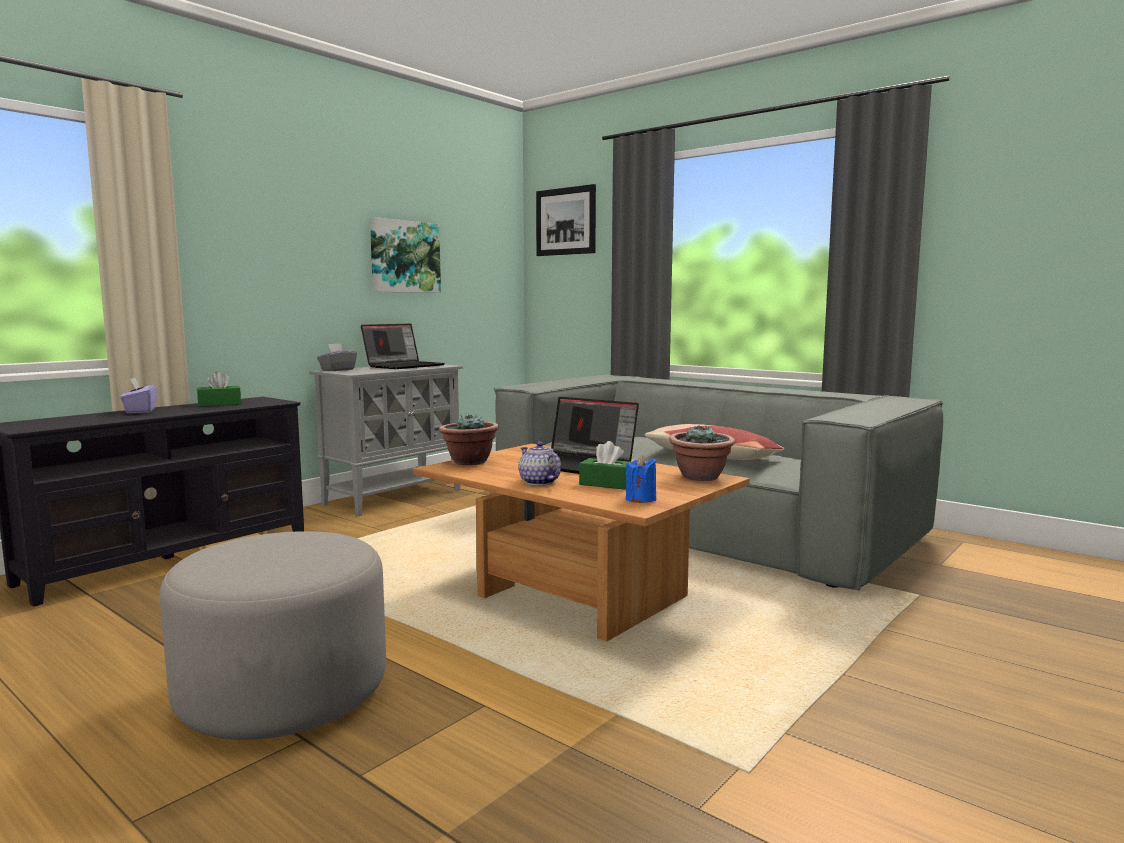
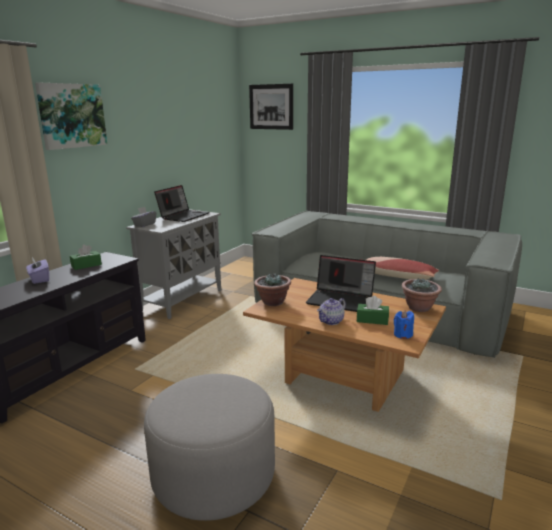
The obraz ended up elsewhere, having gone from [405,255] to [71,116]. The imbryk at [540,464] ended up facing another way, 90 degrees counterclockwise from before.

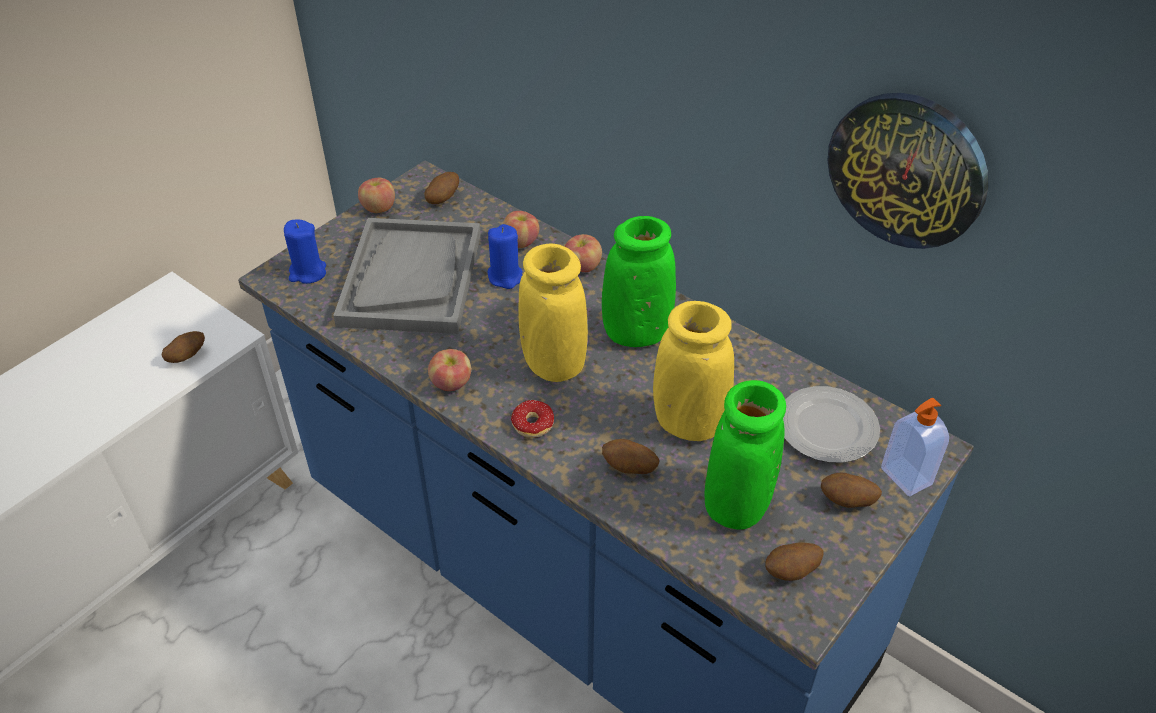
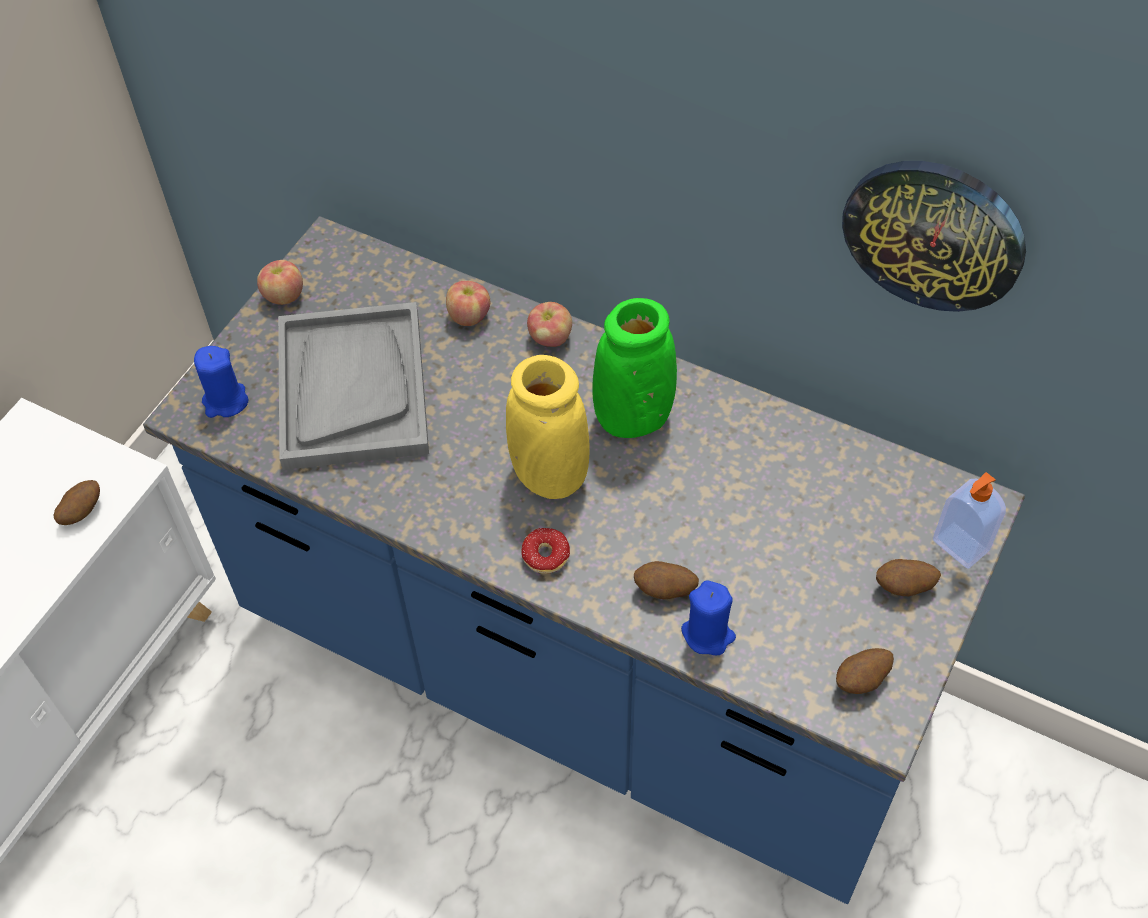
The second view lost the ziemniak at [441,188]. The second view lost the jabłko at [449,370]. The świeca [niebieski] ended up elsewhere, having gone from [505,256] to [708,617]. The second view lost the wazon [żółty] at [693,371]. The second view lost the wazon [zielony] at [745,455]. The second view lost the talerz at [831,424].

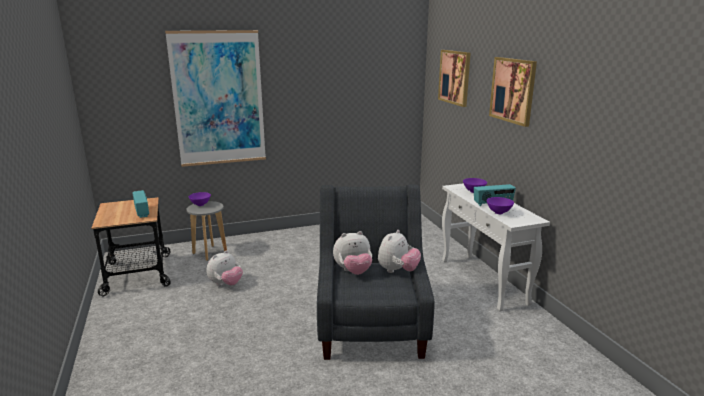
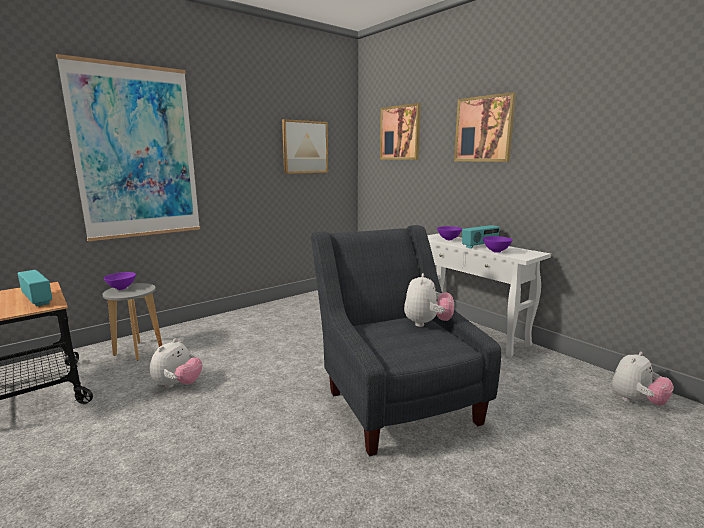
The pluszak ended up elsewhere, having gone from [352,253] to [643,379]. The second view gained the obraz at [305,146].

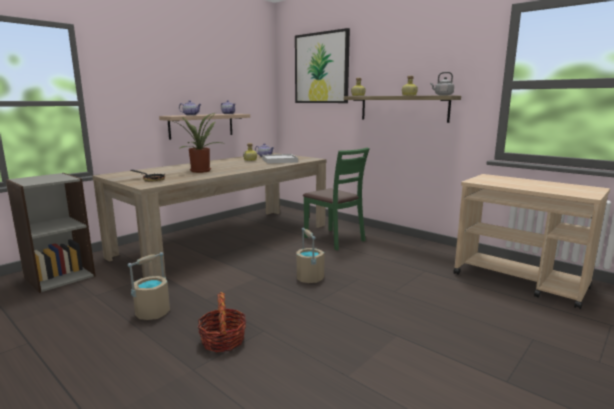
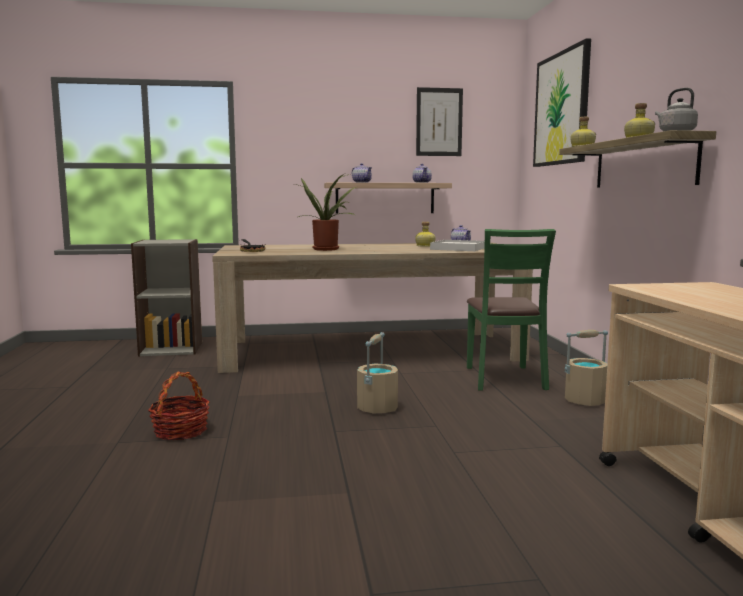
The wiadro [beżowy] ended up elsewhere, having gone from [149,286] to [586,368]. The second view gained the obraz at [439,121].

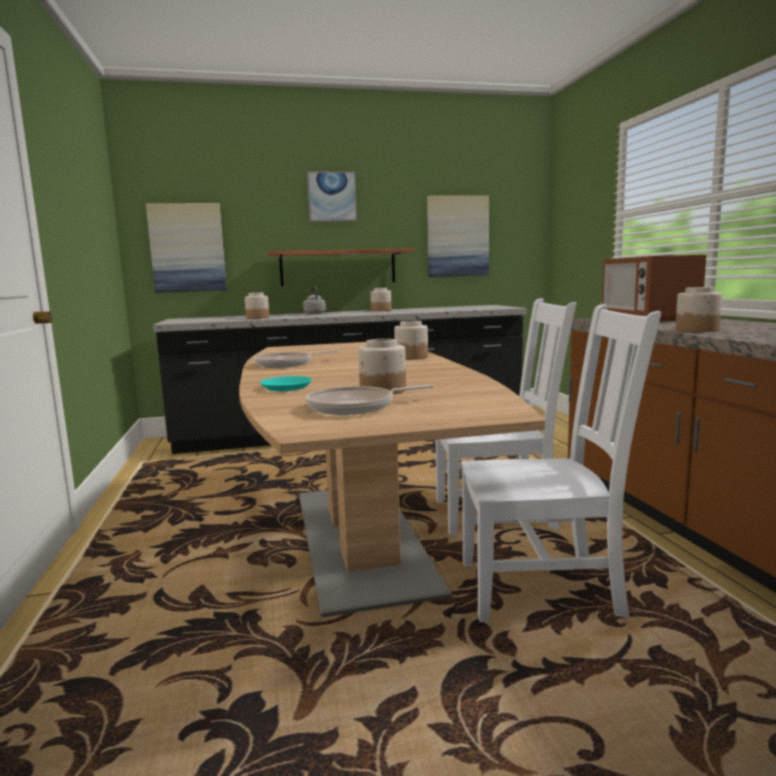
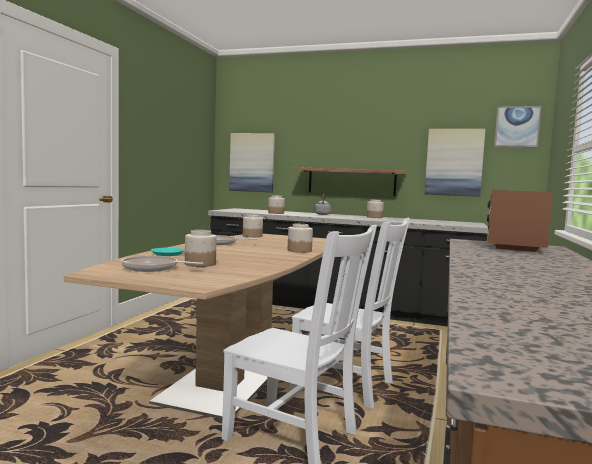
The obraz ended up elsewhere, having gone from [332,196] to [517,126]. The słoik ended up elsewhere, having gone from [698,309] to [253,225].

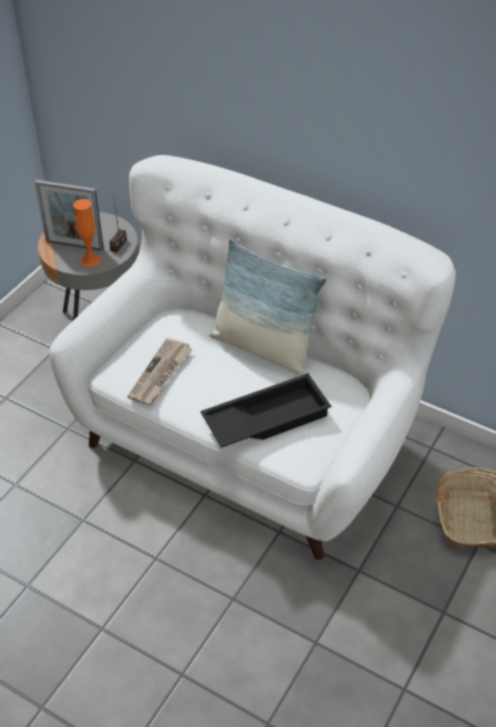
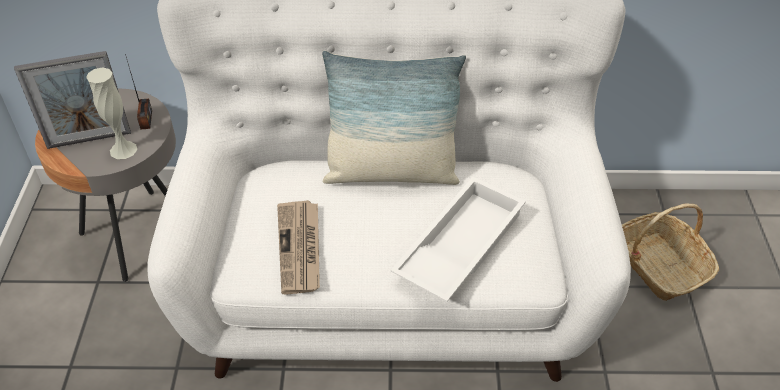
What was the wazon [pomarańczowy] at [87,233] turned into the wazon [biały] at [111,113]. What was the taca [czarny] at [265,410] turned into the taca [biały] at [458,239].

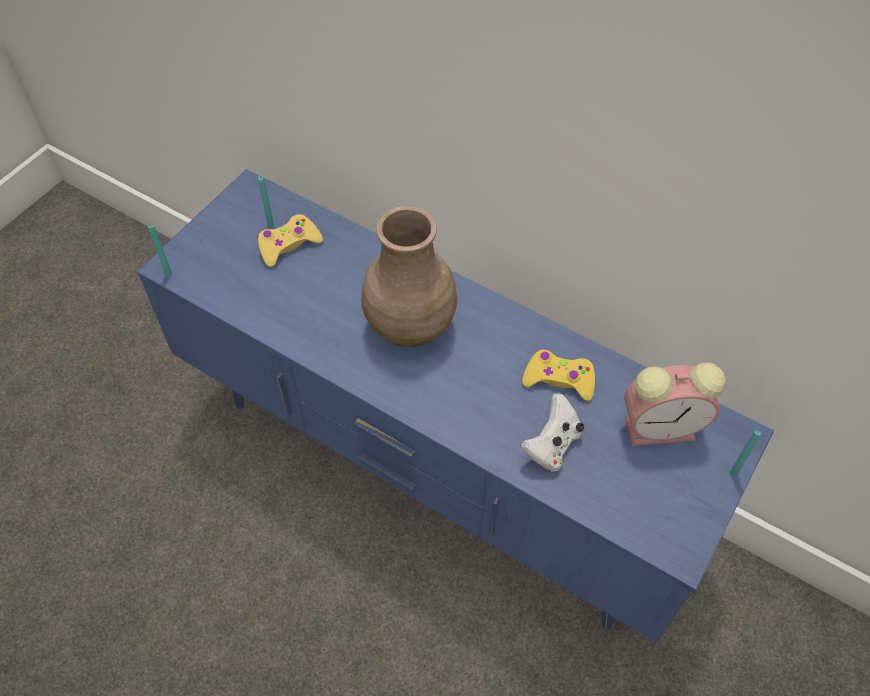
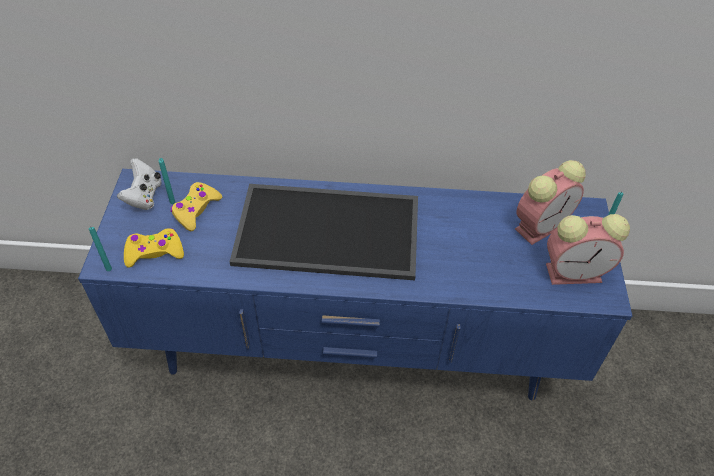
Where the wazon [brązowy] stood at [409,276], the taca came to stand at [324,232]. The pad do gier [biały] ended up elsewhere, having gone from [552,433] to [139,184]. The pad do gier [żółty] ended up elsewhere, having gone from [558,375] to [154,247]. The second view gained the budzik at [588,249].

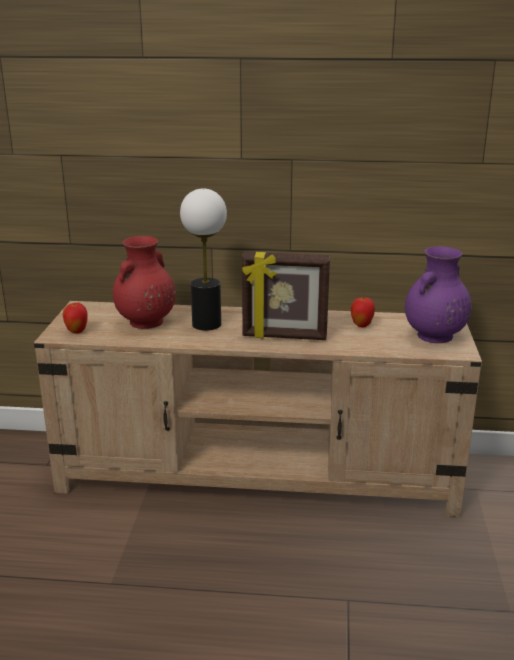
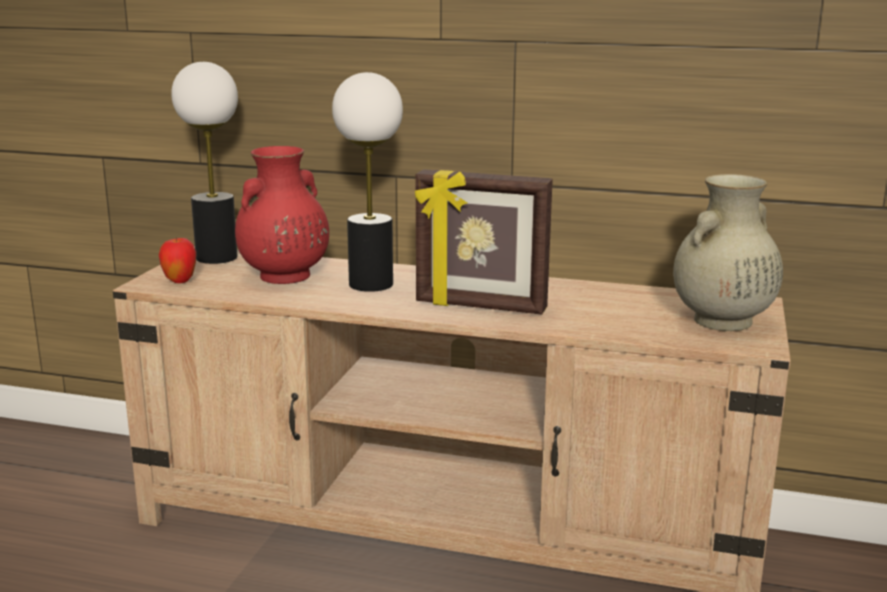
The second view lost the jabłko at [363,312]. What was the wazon [fioletowy] at [438,294] turned into the wazon [beżowy] at [728,252]. The second view gained the lampa stołowa at [204,163].

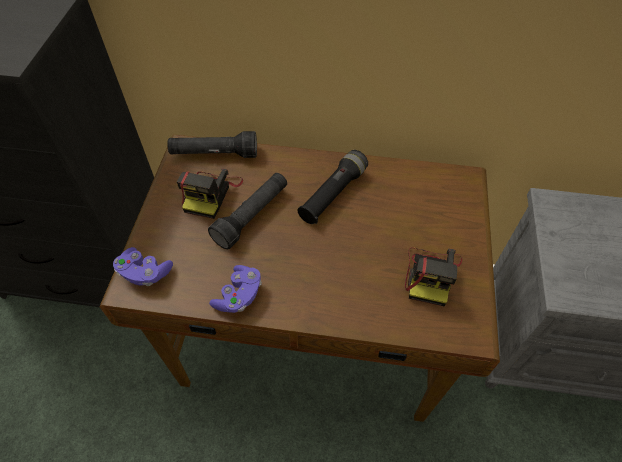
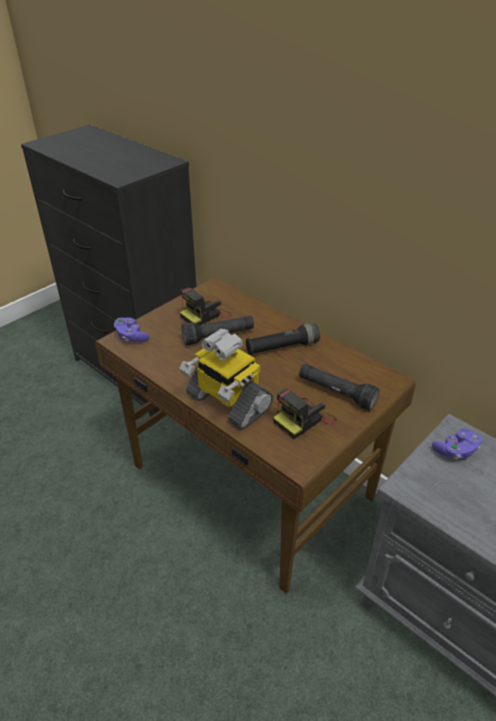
The latarka [czarny] ended up elsewhere, having gone from [212,144] to [339,387]. The pad do gier [fioletowy] ended up elsewhere, having gone from [235,289] to [457,444]. The second view gained the robot zabawkowy at [226,379].

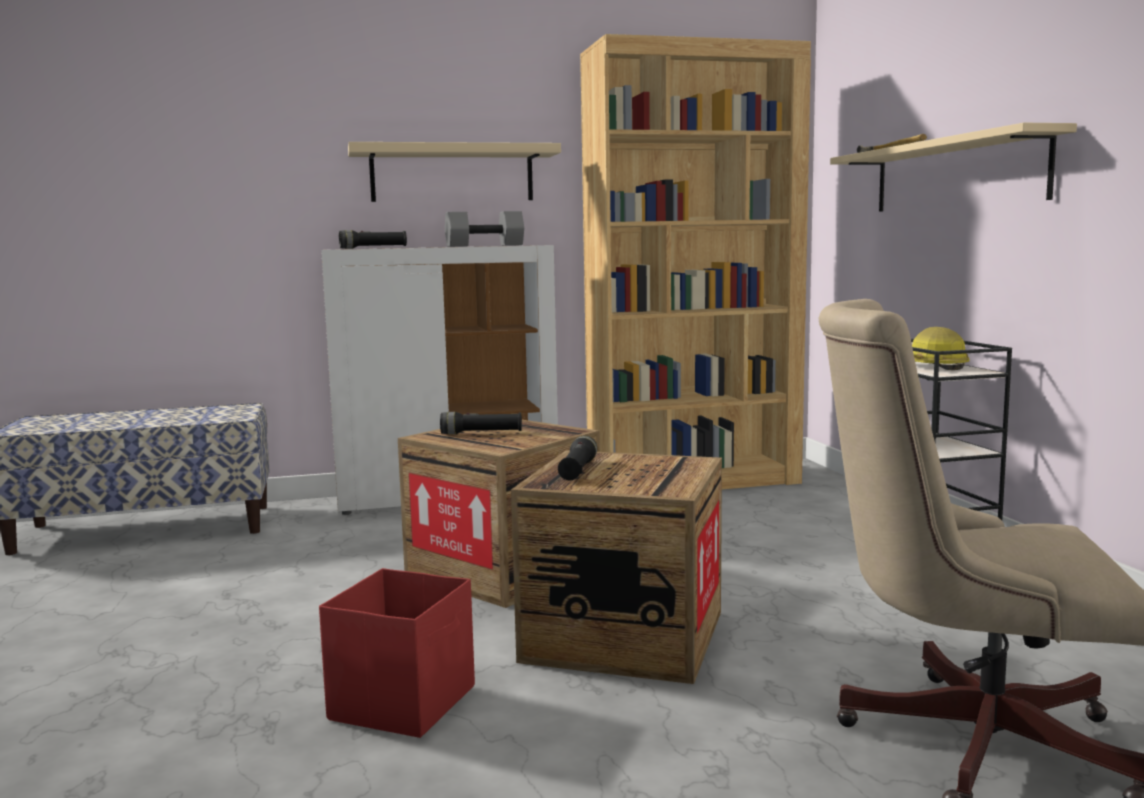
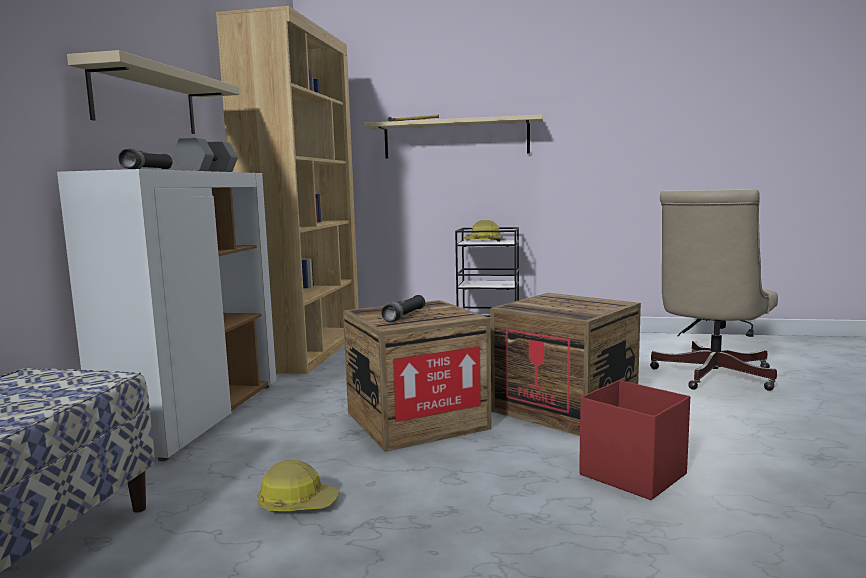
The second view lost the latarka [czarny] at [577,458]. The second view gained the kask at [298,485].

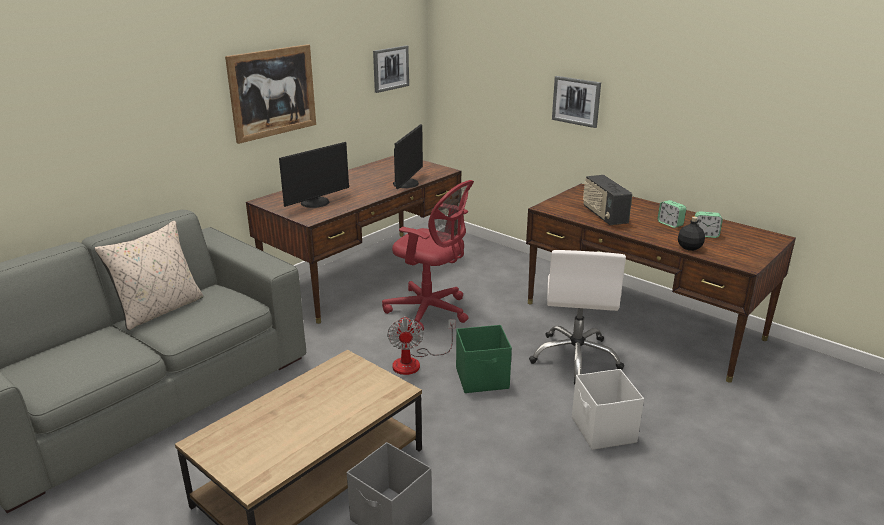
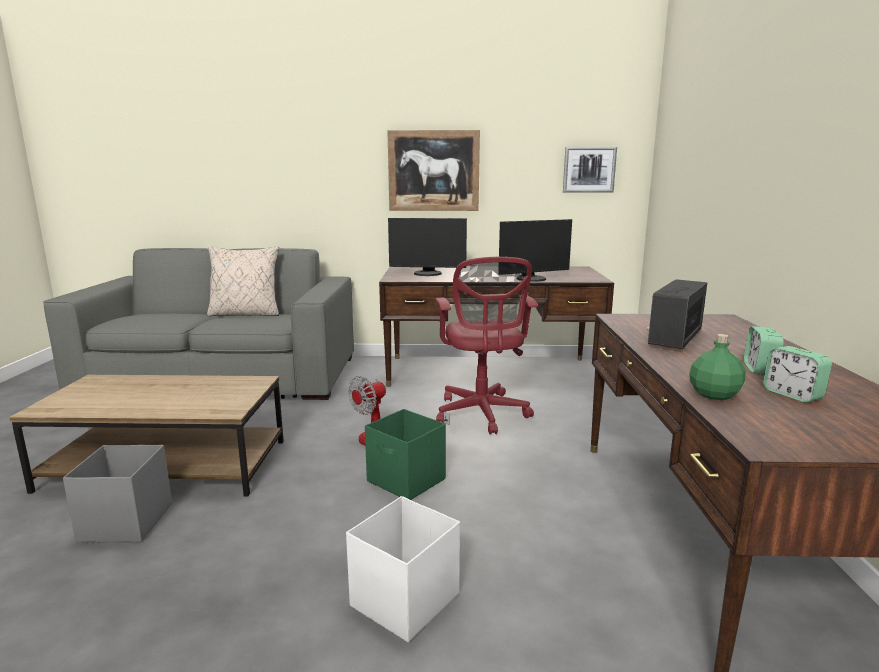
The second view lost the krzesło biurowe [biały] at [577,317]. The second view lost the obraz at [576,102]. What was the butelka [czarny] at [691,234] turned into the butelka [zielony] at [717,367].

